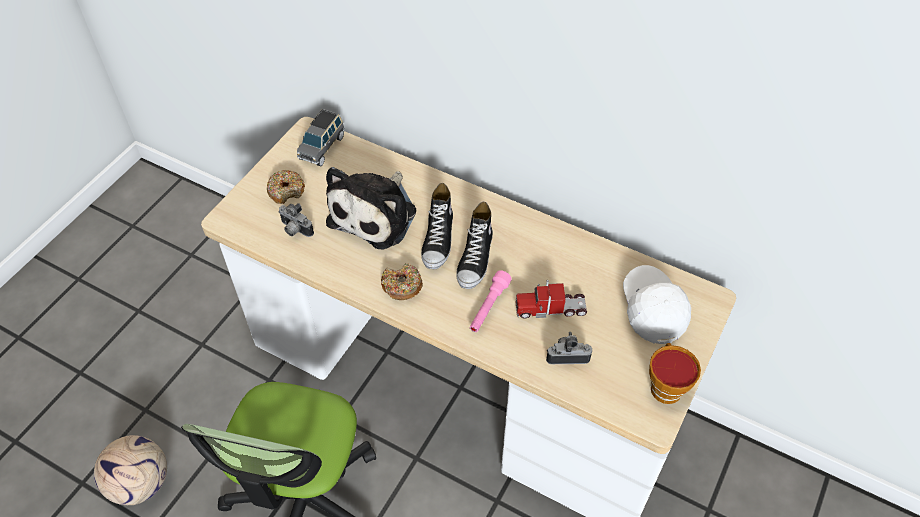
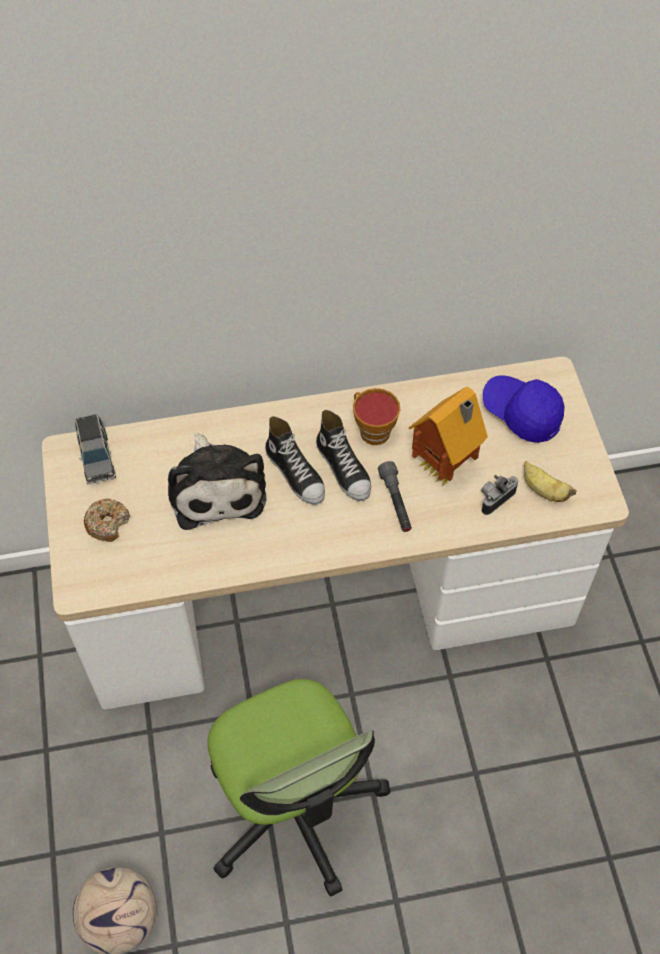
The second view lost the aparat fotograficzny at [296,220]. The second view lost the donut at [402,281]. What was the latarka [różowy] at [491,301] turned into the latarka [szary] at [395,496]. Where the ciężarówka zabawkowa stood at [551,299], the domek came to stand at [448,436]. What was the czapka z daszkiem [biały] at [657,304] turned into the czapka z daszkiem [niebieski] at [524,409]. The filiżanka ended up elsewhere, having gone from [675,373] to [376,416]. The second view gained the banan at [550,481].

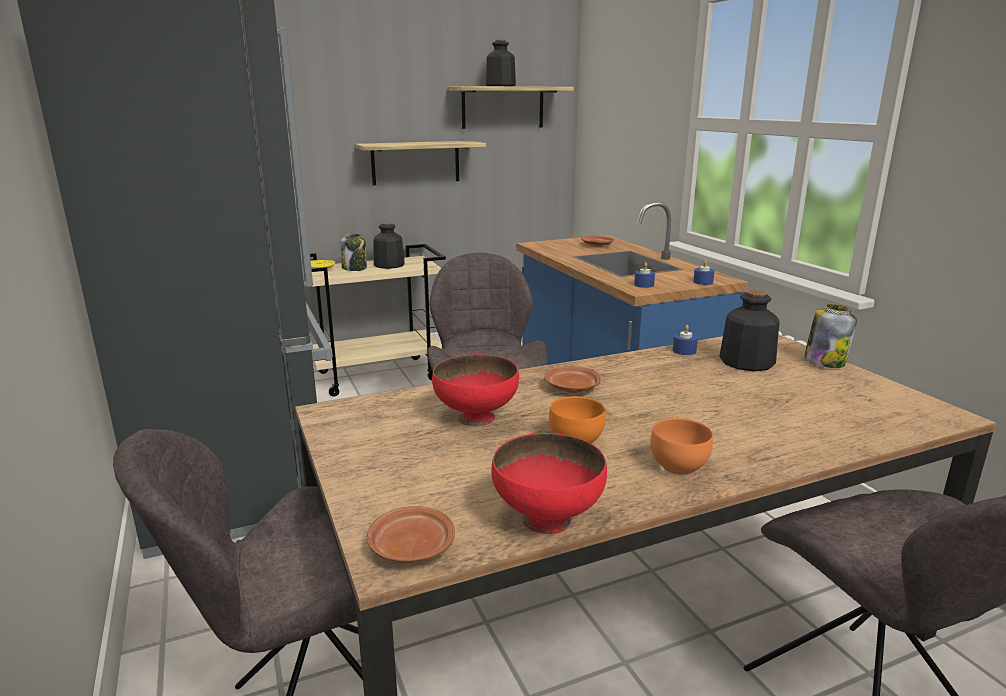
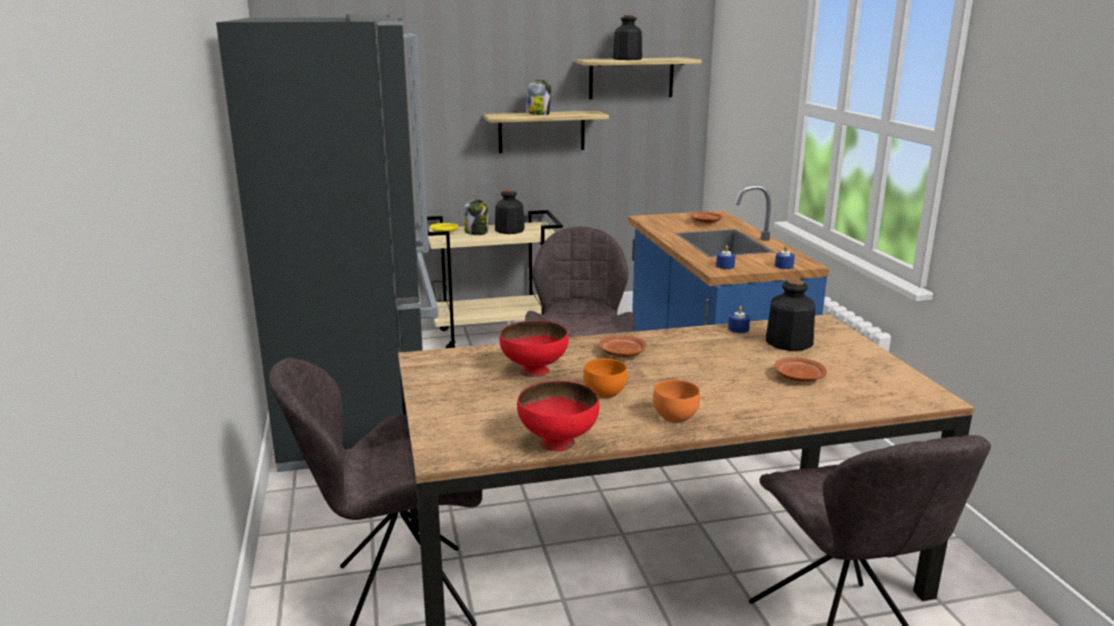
The talerz [brązowy] ended up elsewhere, having gone from [411,534] to [800,369]. The słoik ended up elsewhere, having gone from [830,336] to [538,97].

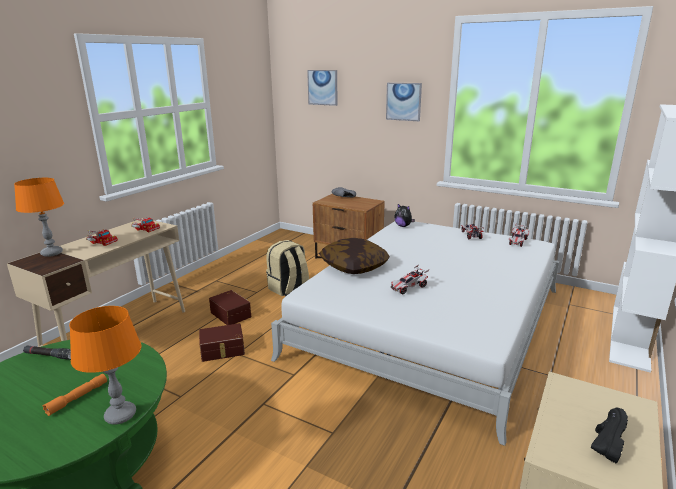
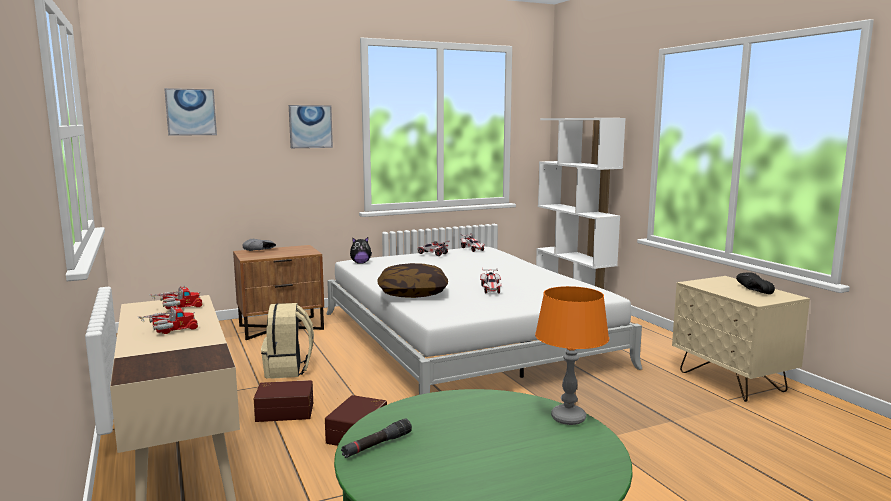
The second view lost the lampa stołowa [pomarańczowy] at [39,217]. The second view lost the latarka [pomarańczowy] at [75,395].

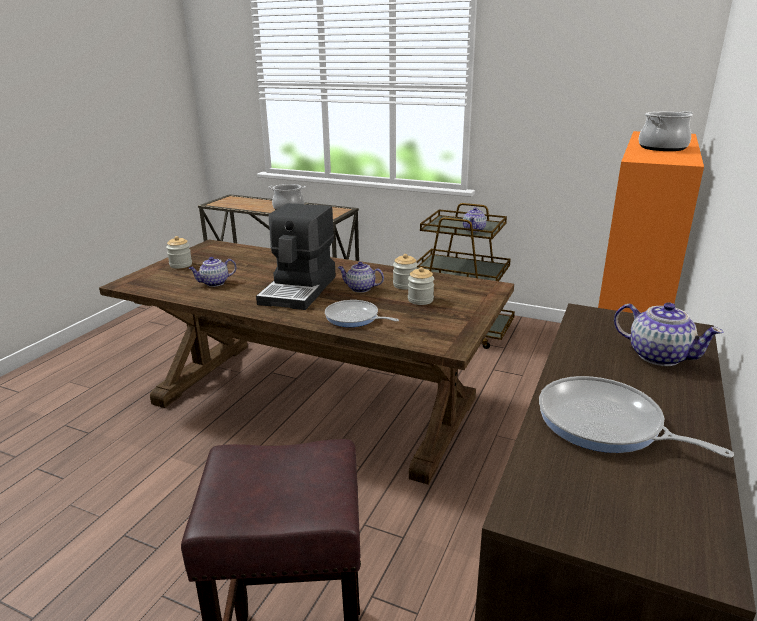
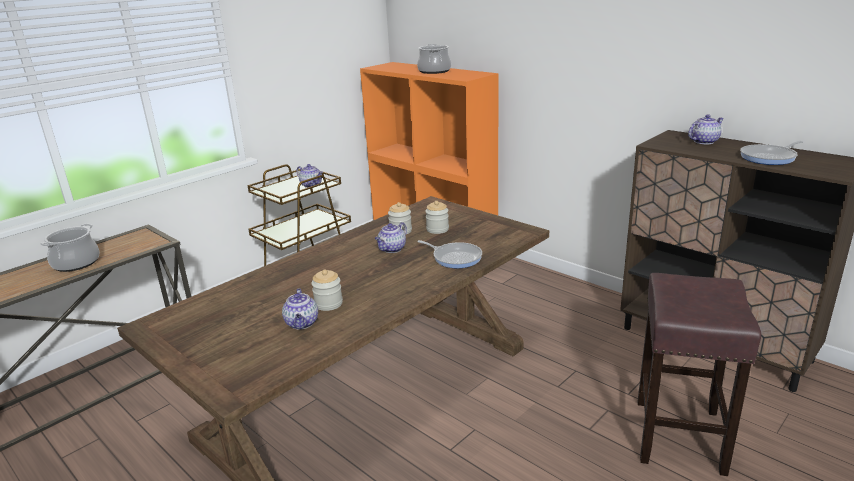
The słoik ended up elsewhere, having gone from [179,252] to [327,290]. The second view lost the ekspres do kawy at [296,256]. The patelnia at [362,313] ended up facing another way, 105 degrees counterclockwise from before.

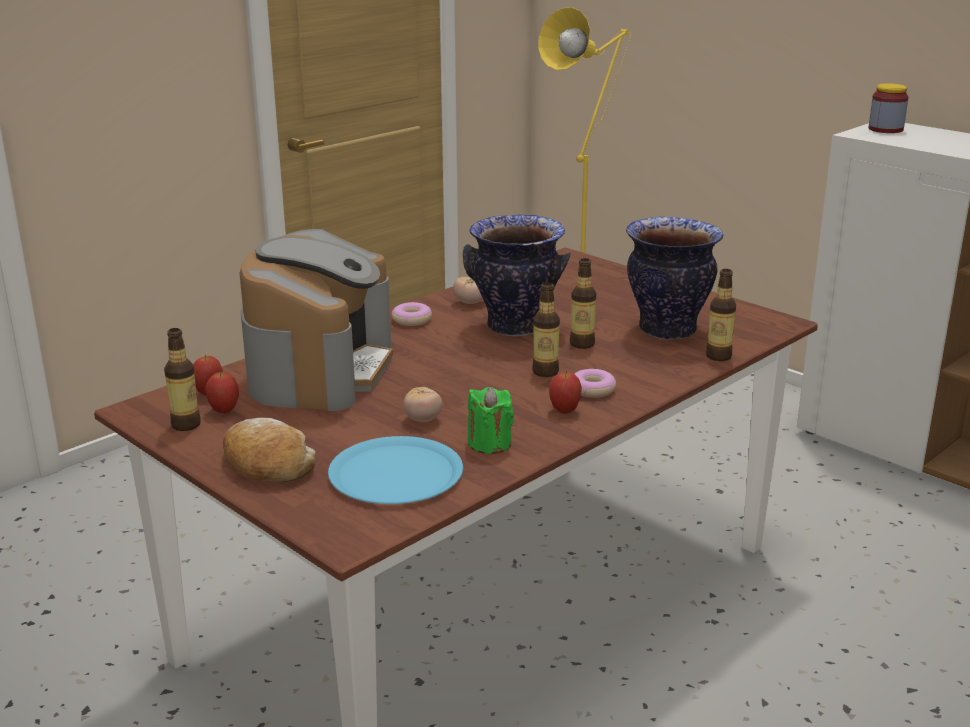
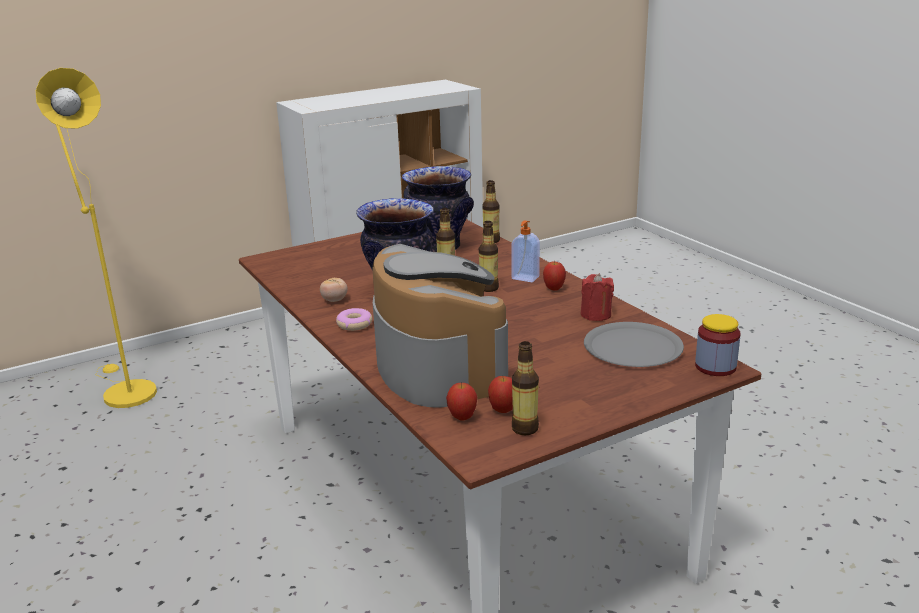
The second view lost the chleb at [269,450]. The ekspres do kawy at [316,320] ended up facing another way, 45 degrees clockwise from before. What was the talerz [niebieski] at [395,470] turned into the talerz [szary] at [634,344]. The second view lost the pomidor at [423,404]. What was the świeca [zielony] at [491,420] turned into the świeca [czerwony] at [597,297]. Where the donut stood at [595,383], the dozownik mydła came to stand at [525,251]. The słoik ended up elsewhere, having gone from [888,108] to [718,345].

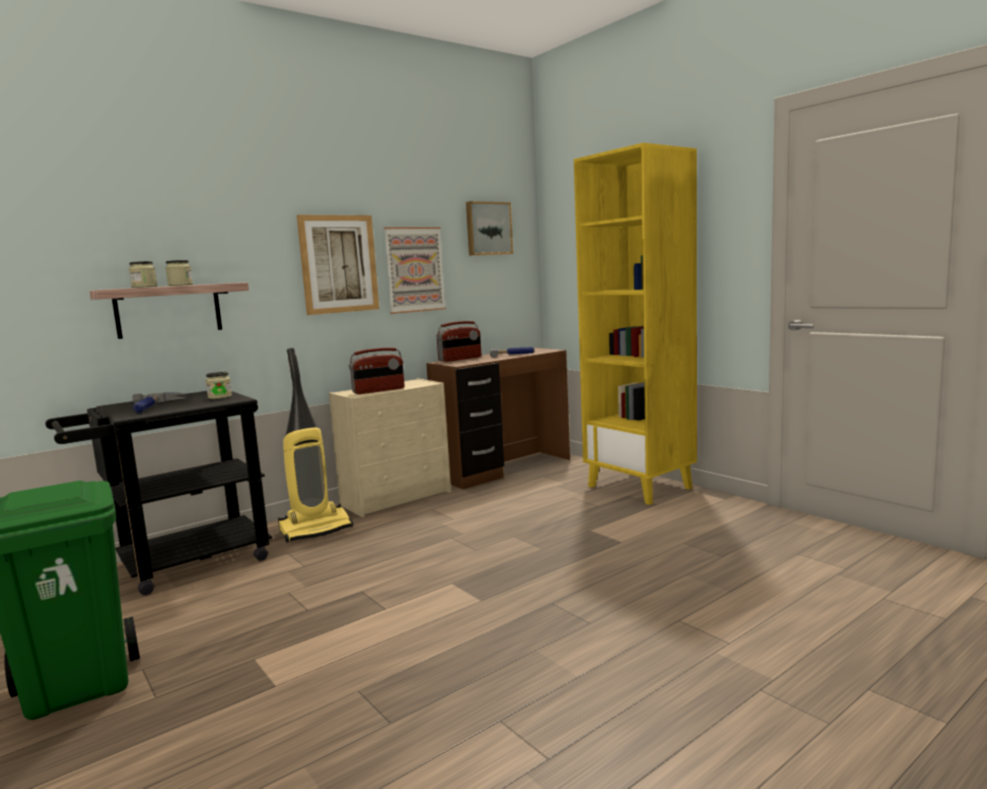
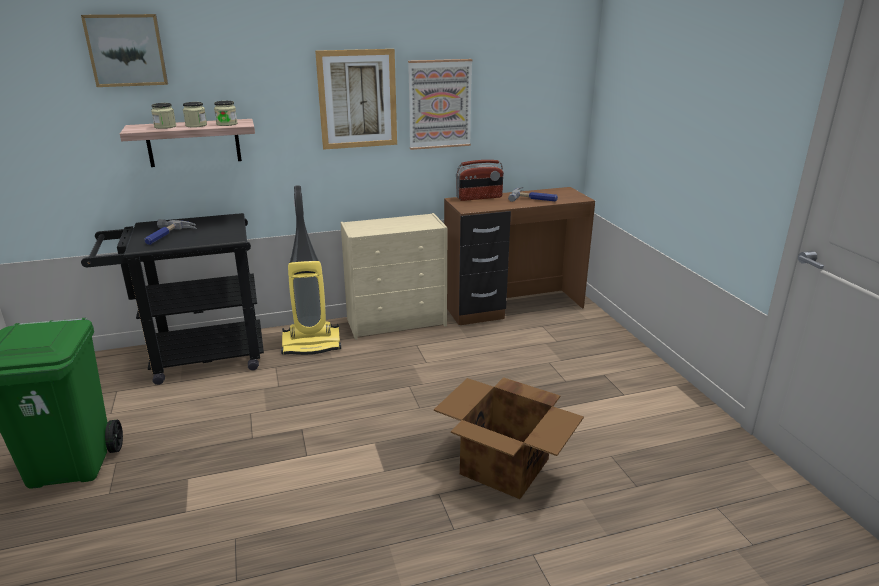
The słoik ended up elsewhere, having gone from [219,385] to [226,113]. The second view lost the radio at [376,371]. The obraz ended up elsewhere, having gone from [489,228] to [124,50]. The second view lost the regał [żółty] at [635,324]. The second view gained the karton at [509,438].

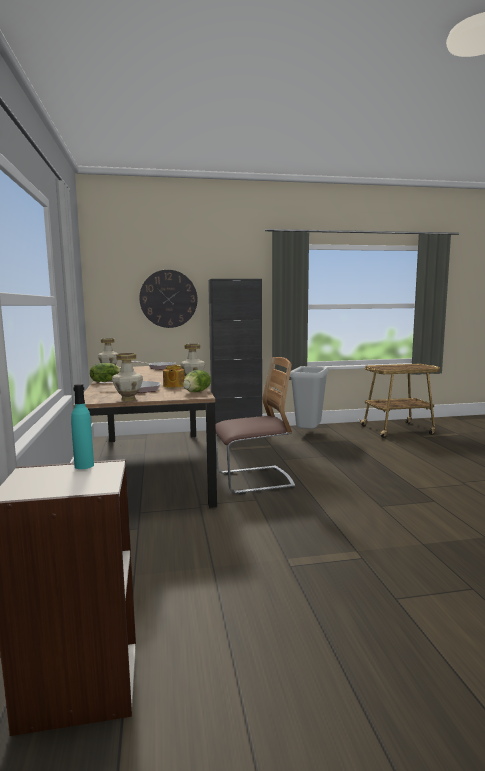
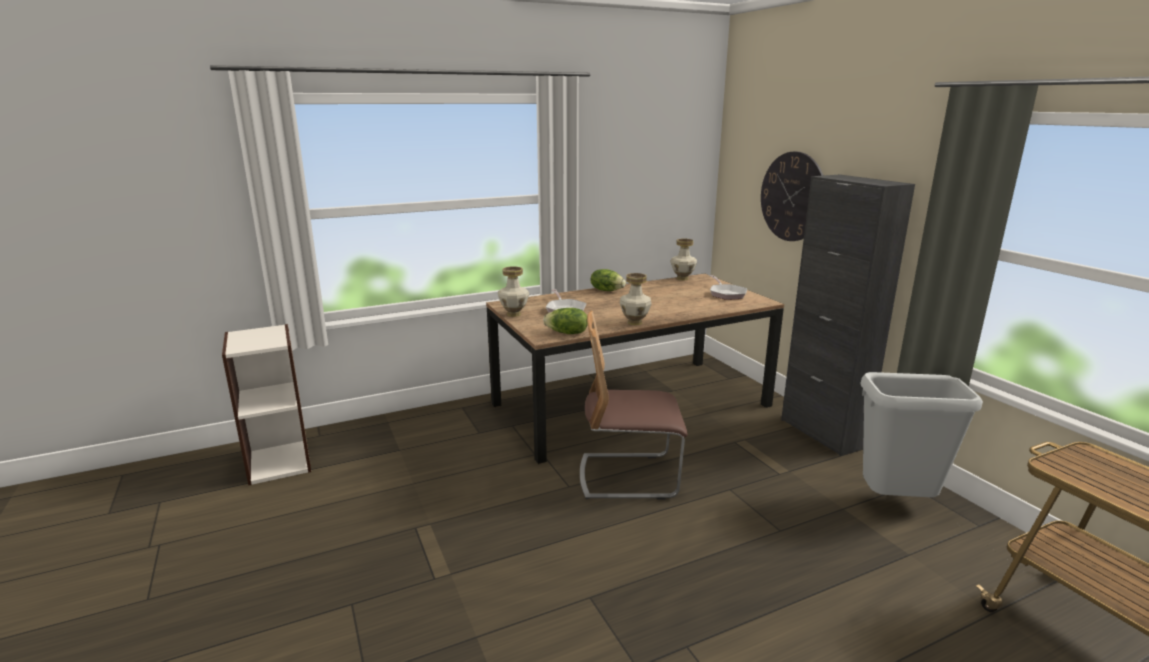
The second view lost the butelka [turkusowy] at [82,426]. The second view lost the imbryk at [174,376]. The krzesło at [255,426] ended up facing another way, 120 degrees clockwise from before.

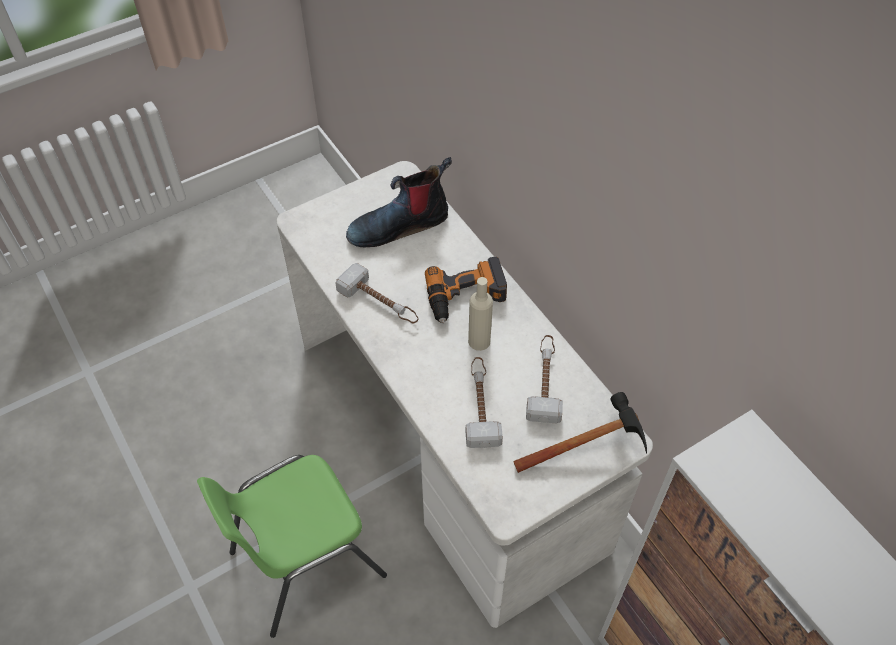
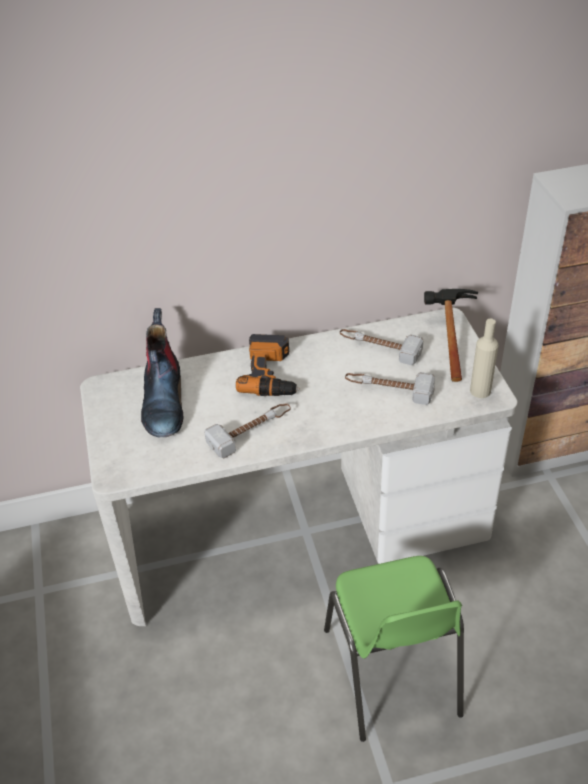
The butelka [beżowy] ended up elsewhere, having gone from [480,314] to [484,358].

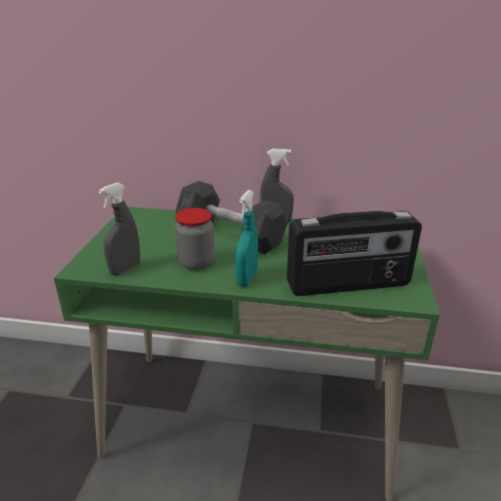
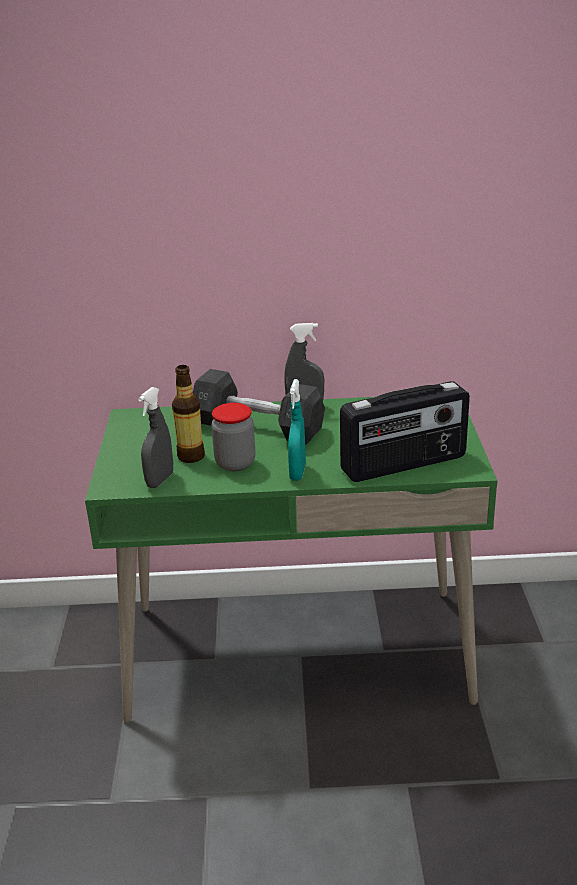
The second view gained the butelka at [188,414].

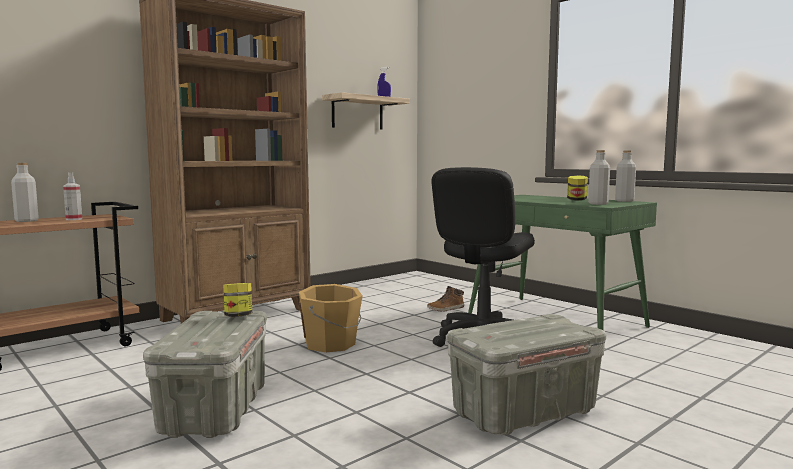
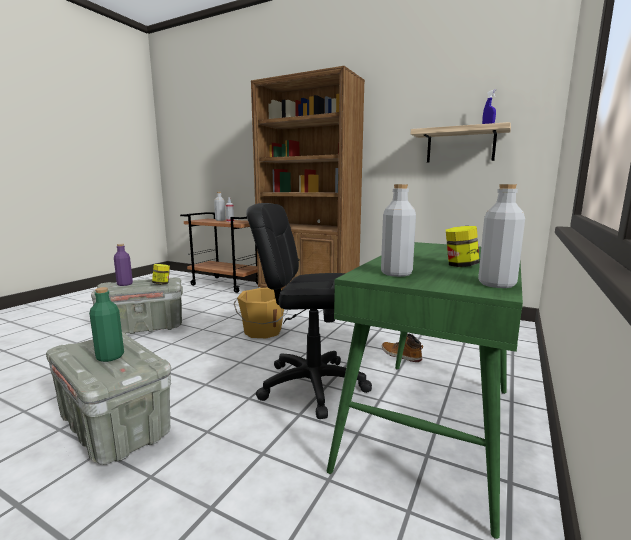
The second view gained the butelka [zielony] at [106,324]. The second view gained the butelka [fioletowy] at [123,265].

